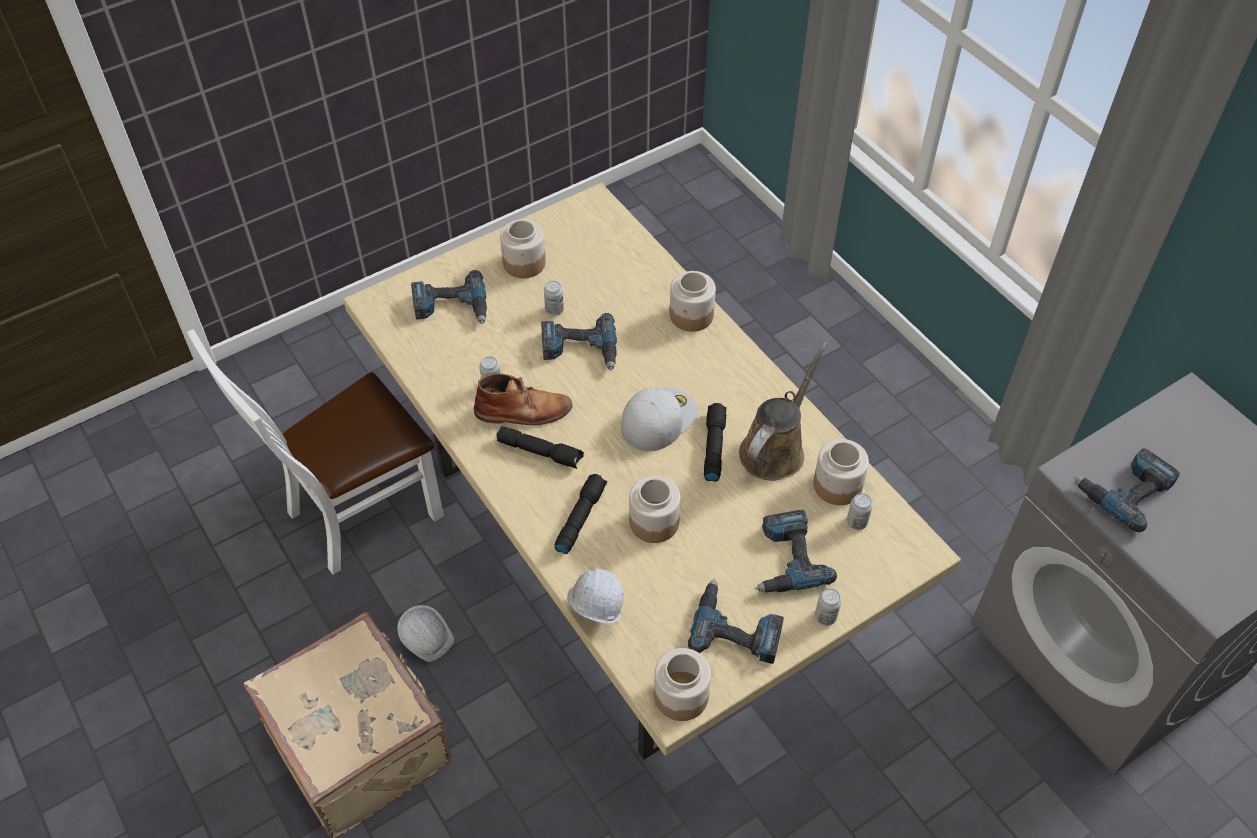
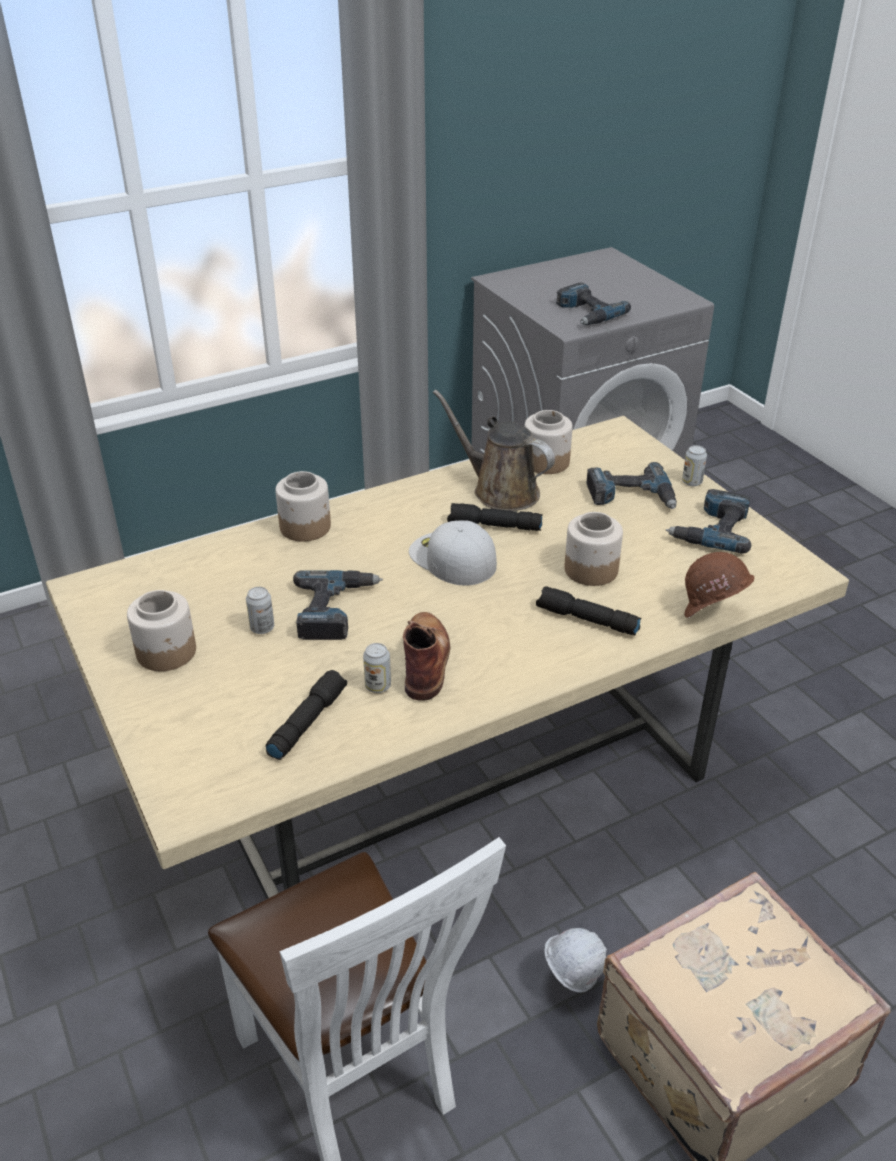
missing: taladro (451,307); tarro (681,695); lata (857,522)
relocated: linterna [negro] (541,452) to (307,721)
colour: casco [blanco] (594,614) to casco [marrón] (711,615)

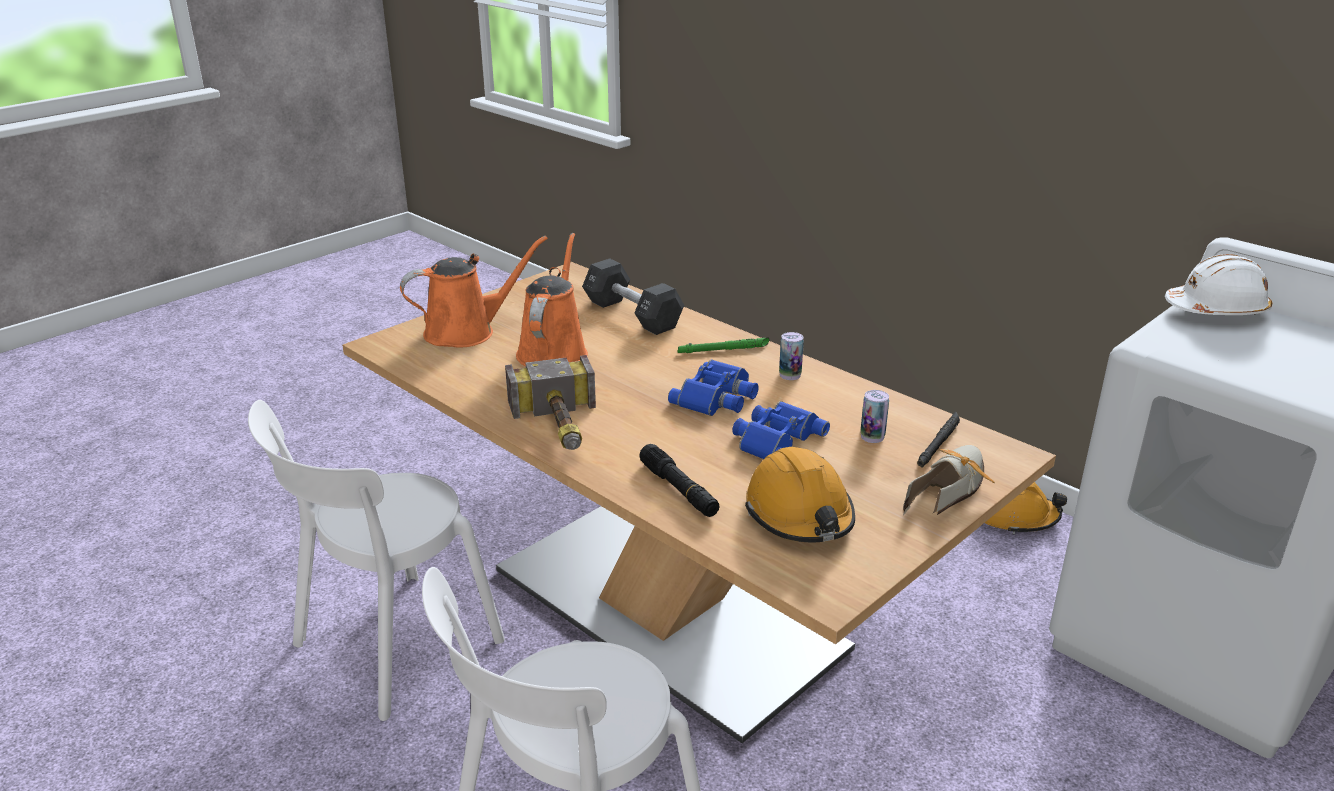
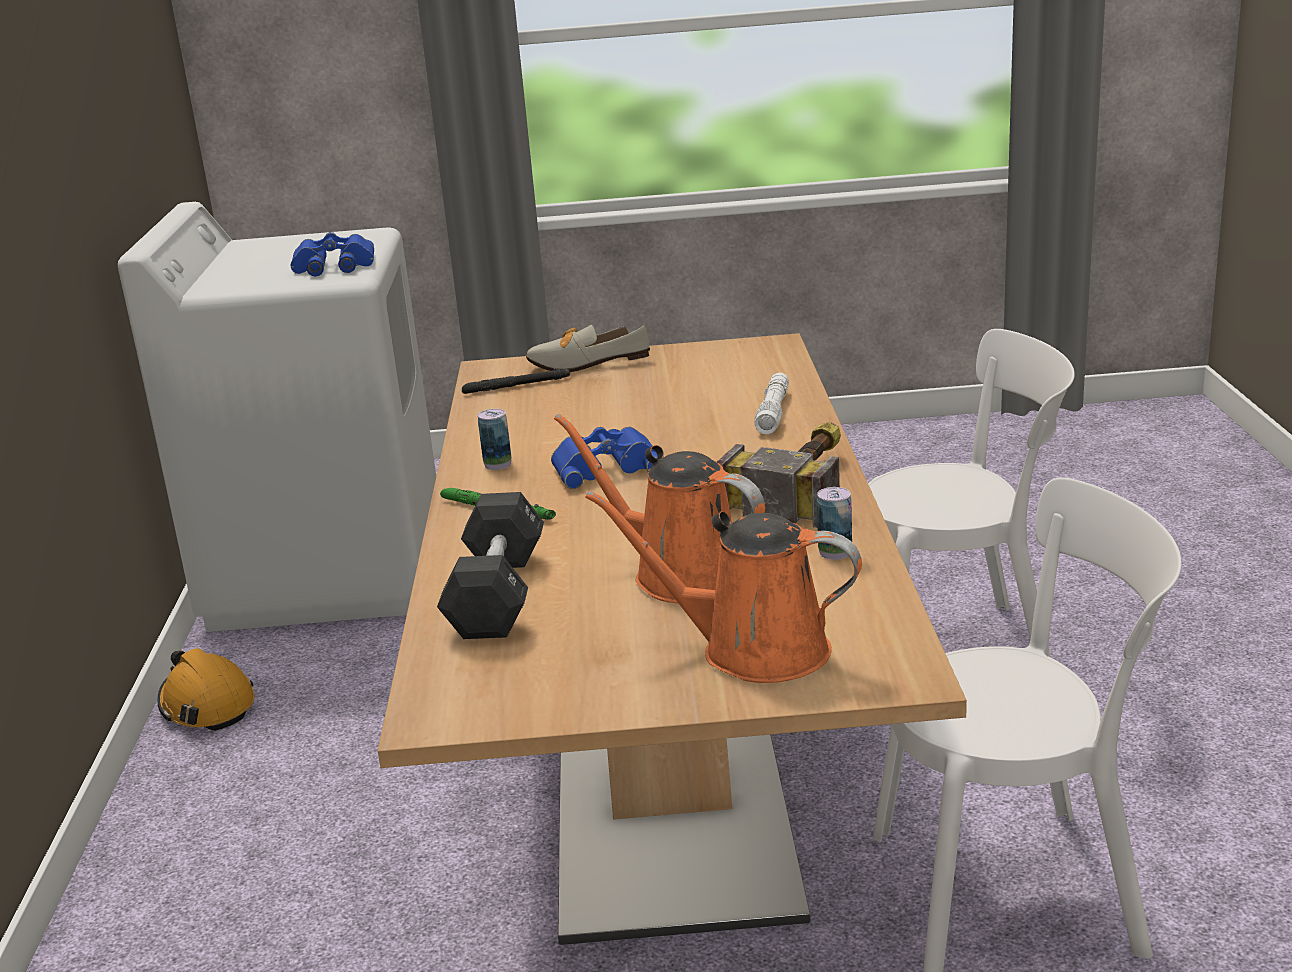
missing: casco [naranja] (799,514); casco [blanco] (1216,310)
relocated: prismáticos [azul] (775,439) to (333,266); lata (872,437) to (835,552)
colour: linterna [negro] (679,490) to linterna [blanco] (773,412)
spun: regadera [naranja] (554,351) = (680,574) 75 degrees clockwise

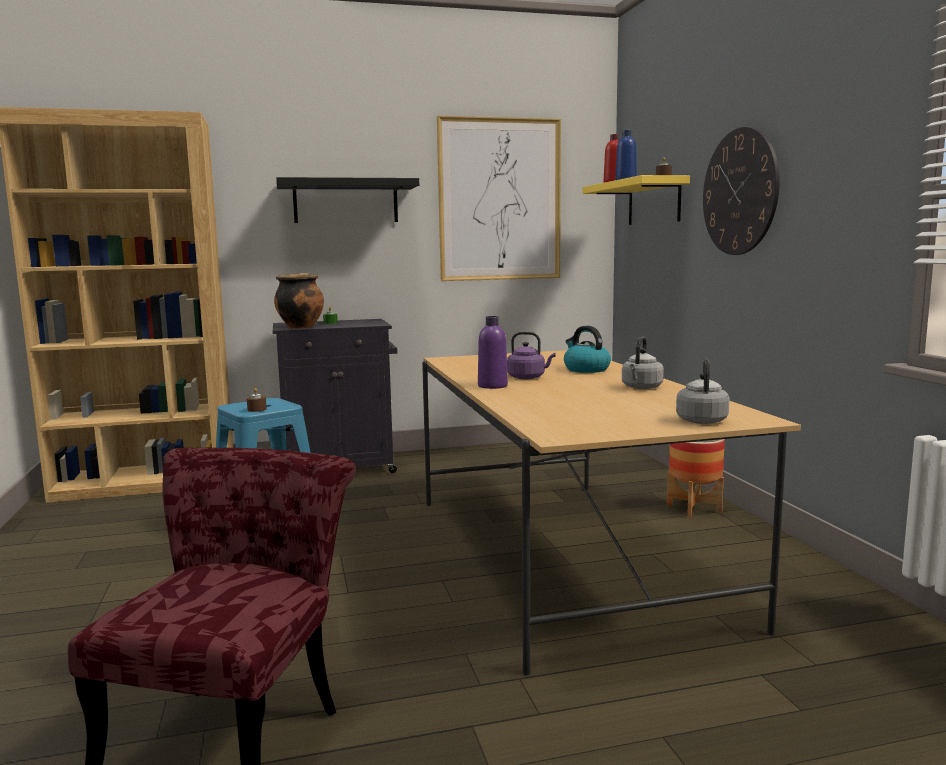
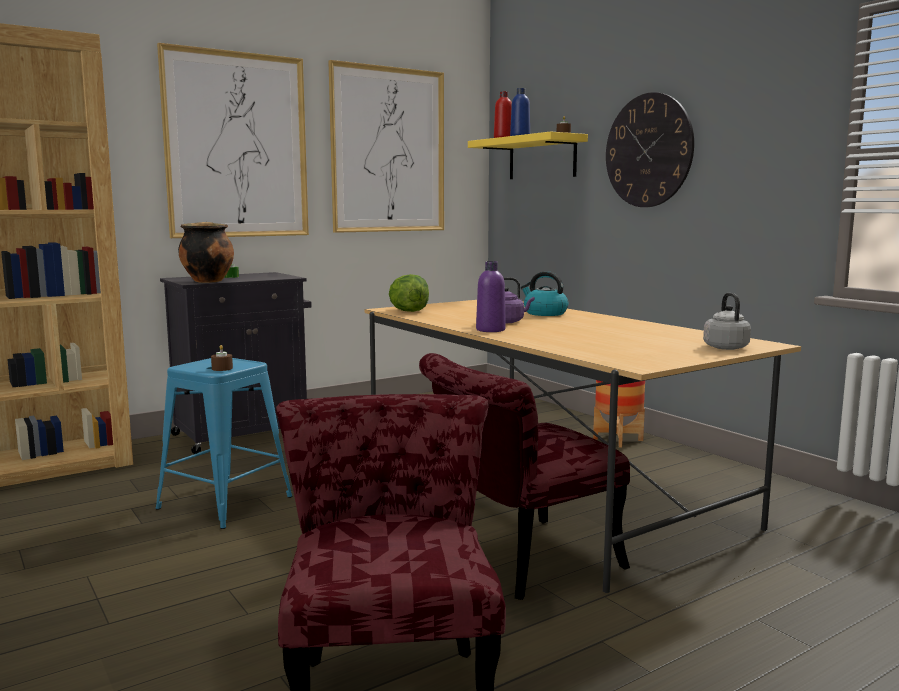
missing: hervidor [gris] (641,388)
appeared: lechuga (408,311); silla [rojo] (518,562)
exchanged: estante [negro] (346,202) to cuadro (237,146)

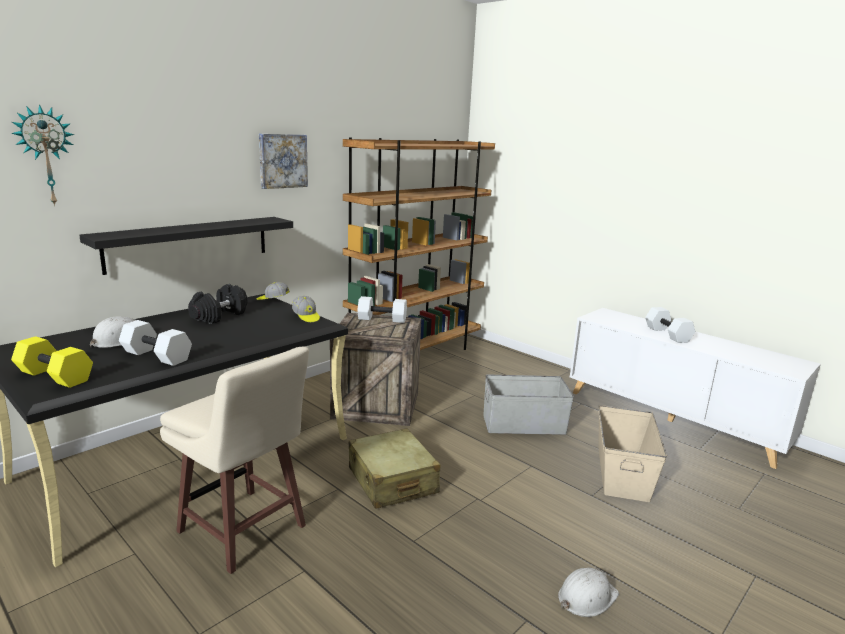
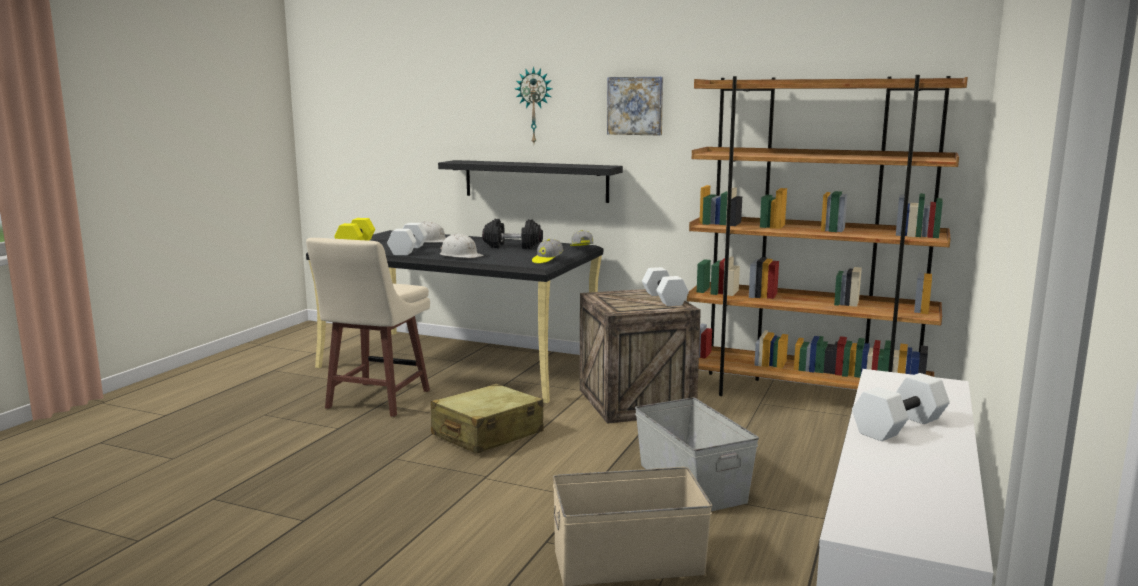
relocated: reloj de pared (45,156) to (535,106); casco [blanco] (586,597) to (461,255)

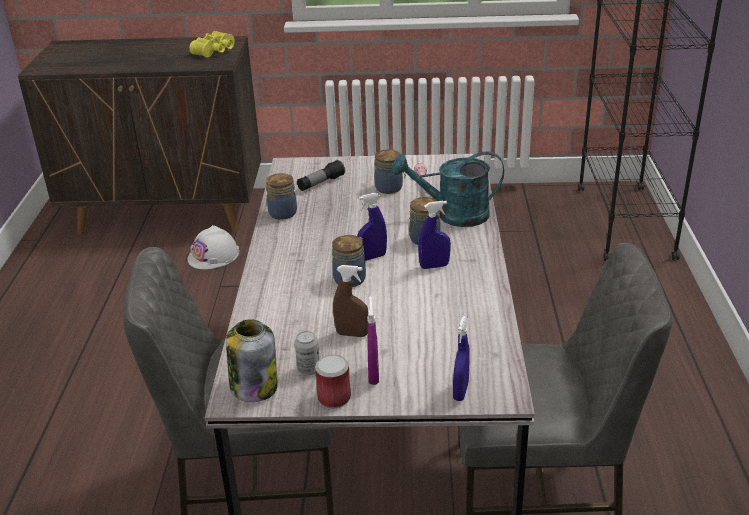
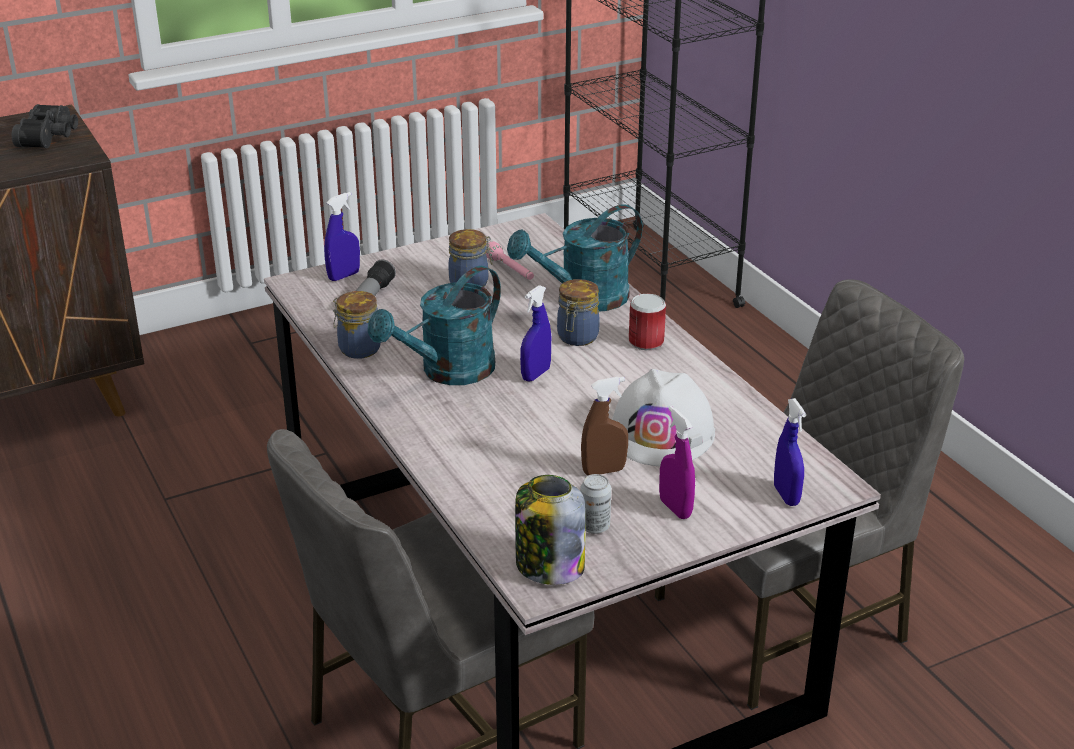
missing: tarro (351,279)
appeared: regadera [turquesa] (448,372)
relocated: casco [blanco] (214,255) to (662,433); lata (334,398) to (646,342); pulverizador [azul] (434,266) to (344,276)
colour: prismáticos [amarillo] (216,51) to prismáticos [negro] (51,137)

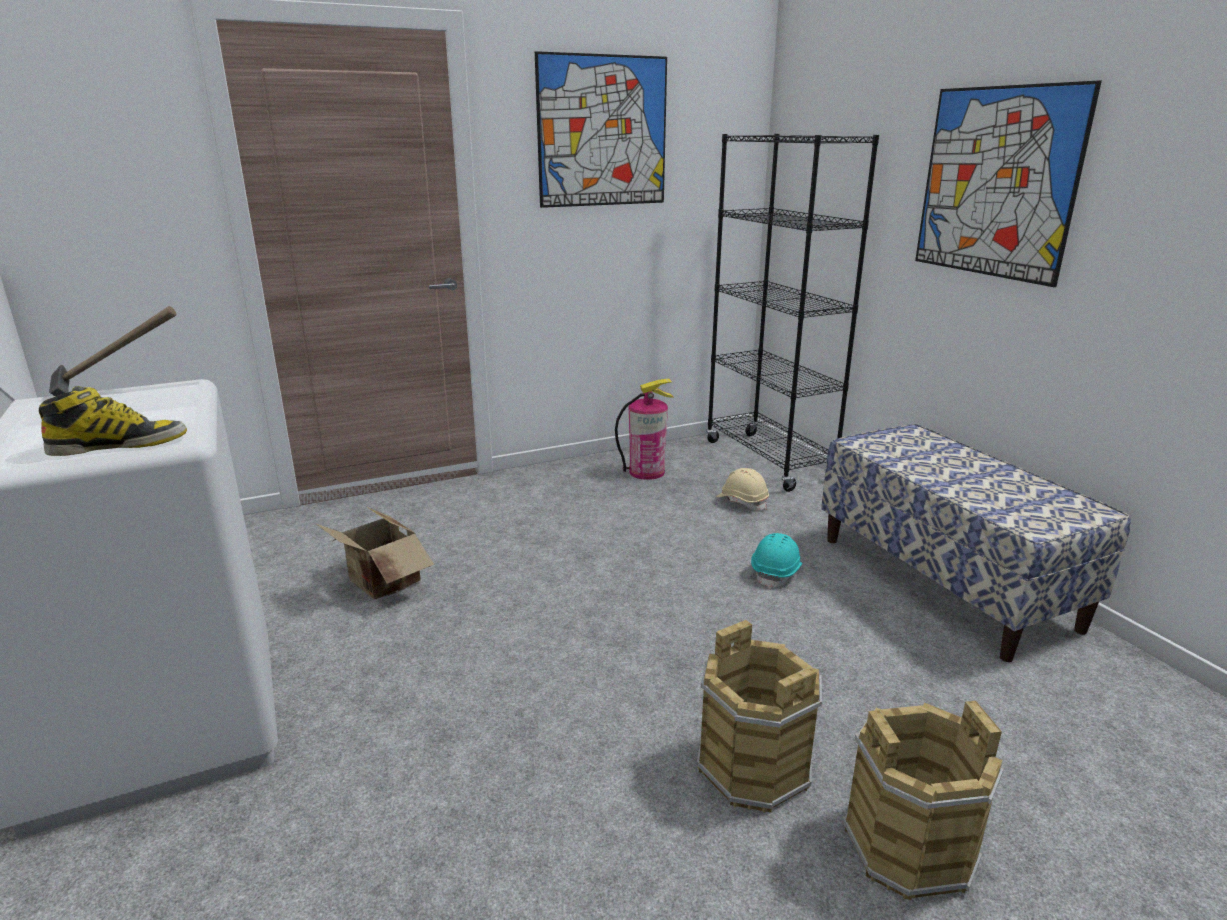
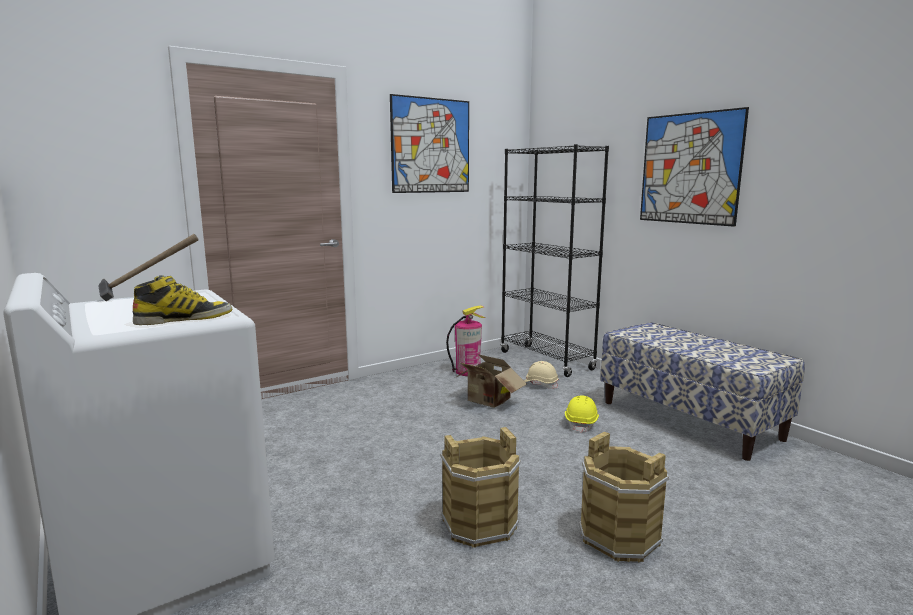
relocated: caja de cartón (381,585) to (488,402); cubo [marrón] (908,845) to (479,523)
colour: casco [turquesa] (776,572) to casco [amarillo] (581,423)

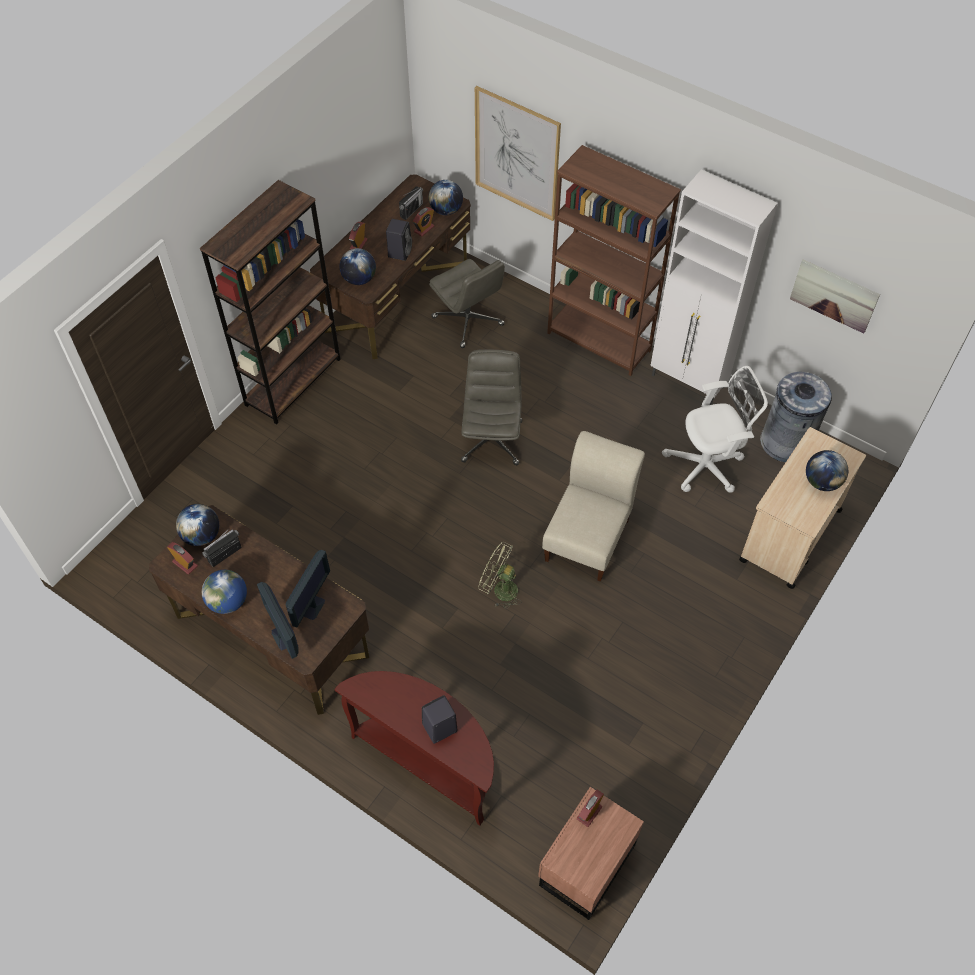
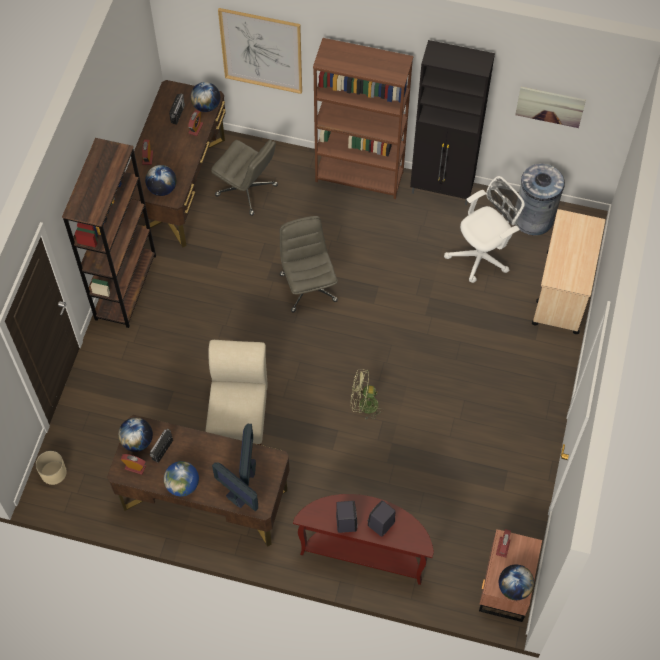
appeared: maceta [beis] (53,472)
relocated: altavoz [negro] (400,251) to (346,521); silla [beis] (588,536) to (239,415); globo terráqueo (822,482) to (514,587)
colour: armario [blanco] (688,382) to armario [negro] (442,190)

